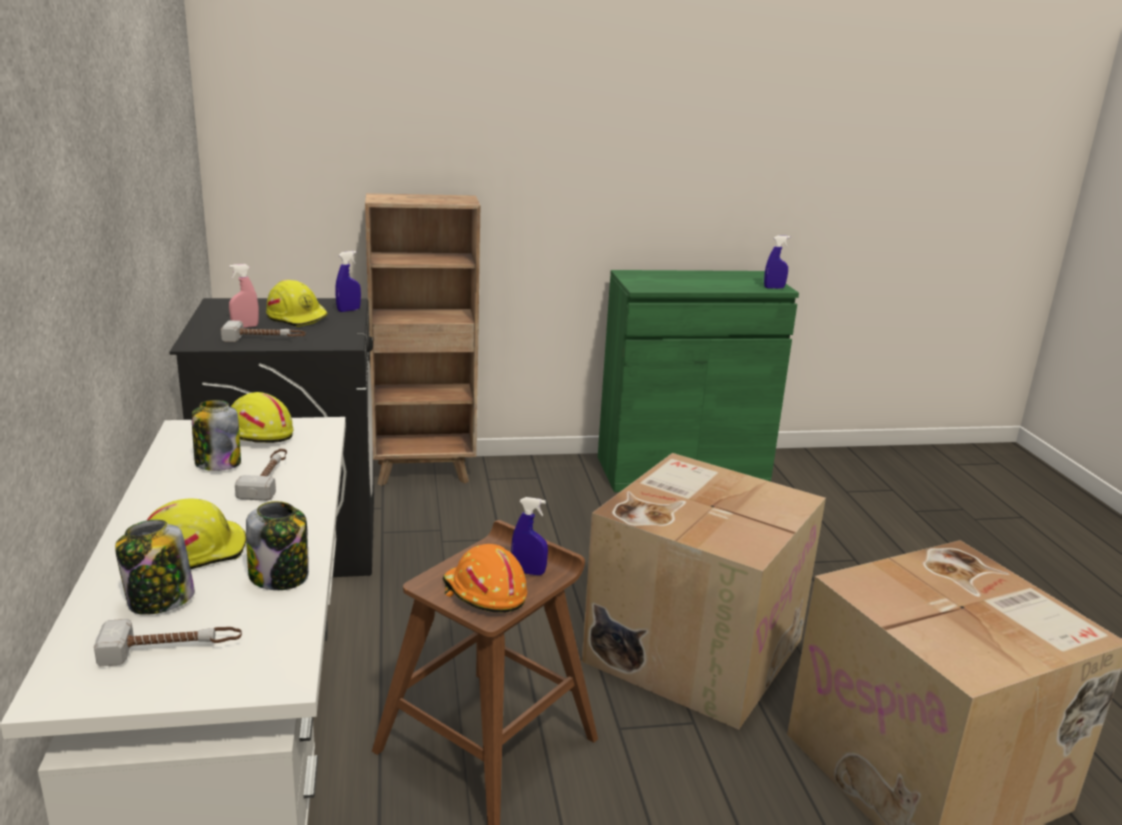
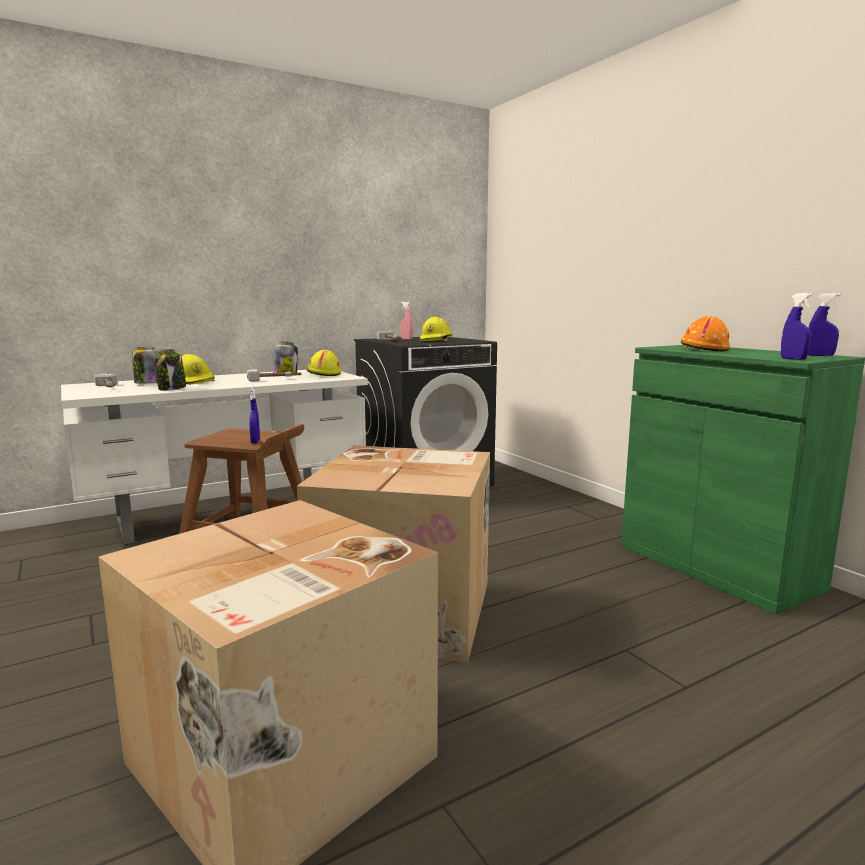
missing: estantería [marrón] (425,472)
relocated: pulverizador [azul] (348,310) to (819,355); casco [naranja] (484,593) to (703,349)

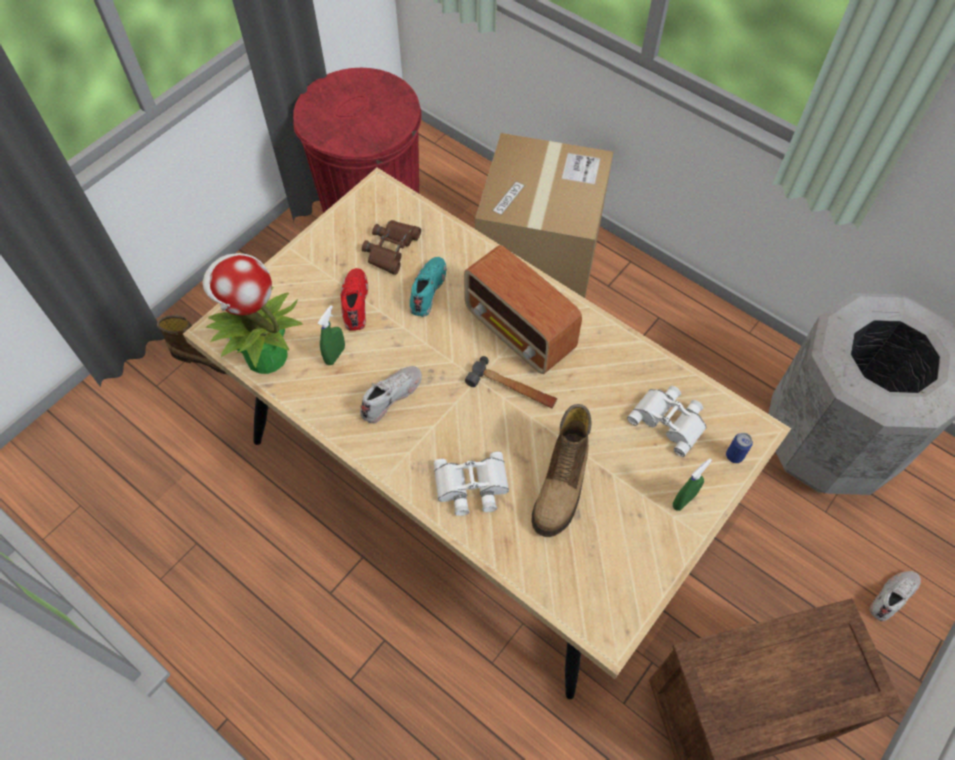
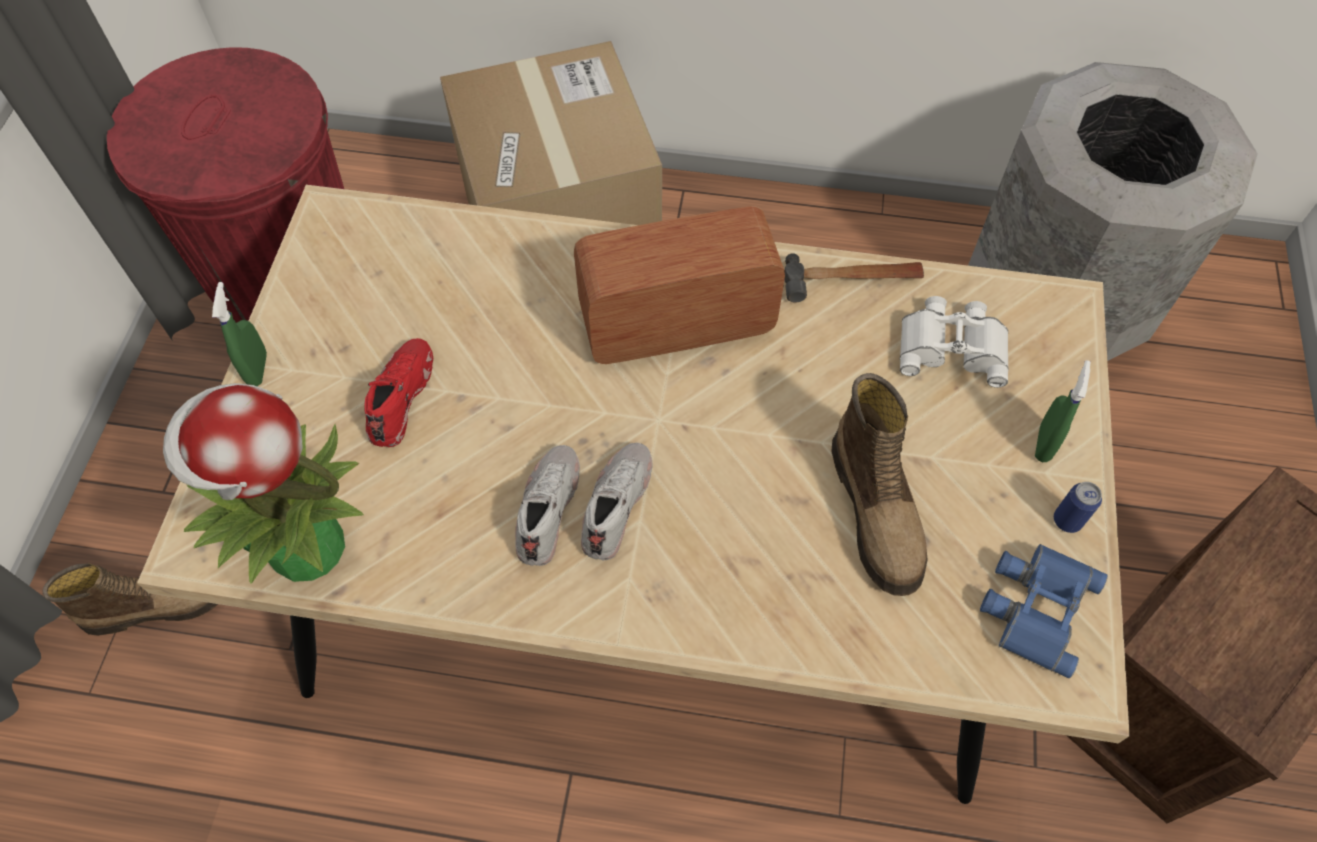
missing: prismáticos [marrón] (391,249); zapato [turquesa] (427,289); prismáticos [blanco] (471,487)
appeared: prismáticos [azul] (1035,606)
relocated: pulverizador [verde] (335,355) to (257,369); martillo (512,389) to (852,280); lata (734,456) to (1067,520); zapato [blanco] (892,596) to (616,504)
spun: zapato [rojo] (355,303) = (400,397) 45 degrees clockwise; radio (520,332) = (674,324) 150 degrees clockwise

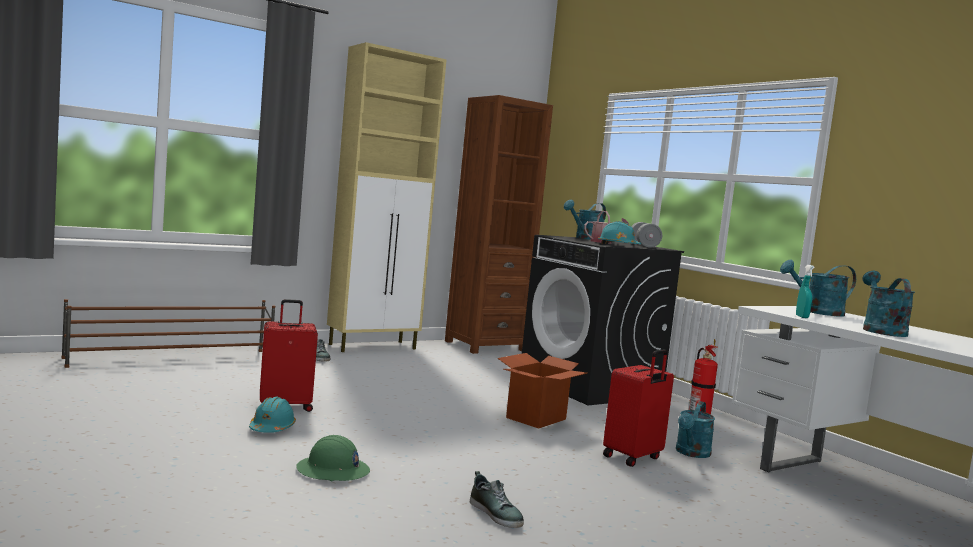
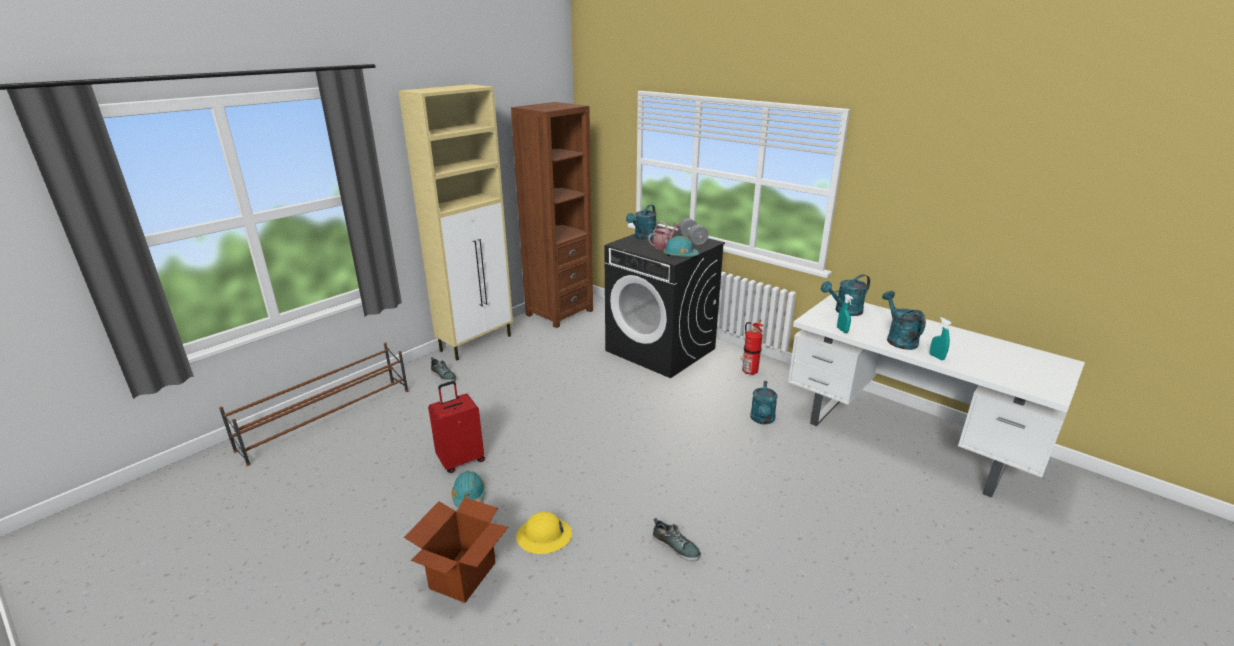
missing: maleta [rojo] (633,458)
appeared: pulverizador [turquesa] (936,357)
relocated: caja de cartón (536,418) to (463,576)
colour: casco [verde] (333,471) to casco [amarillo] (544,536)

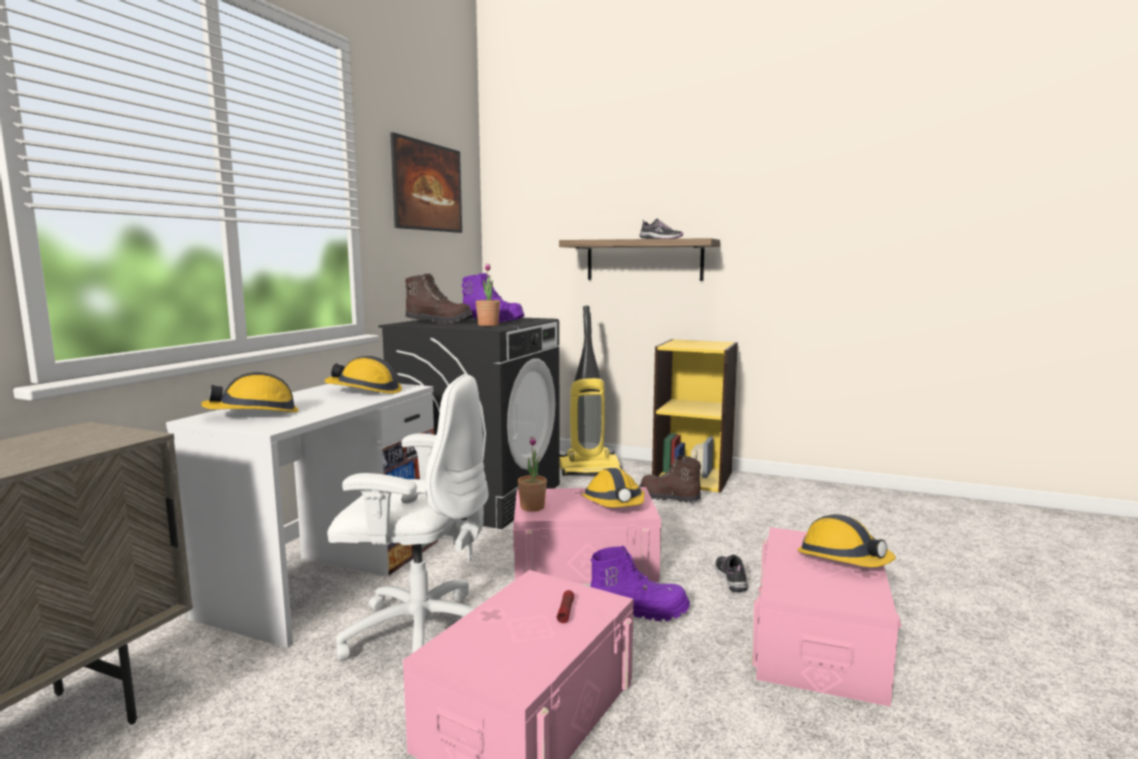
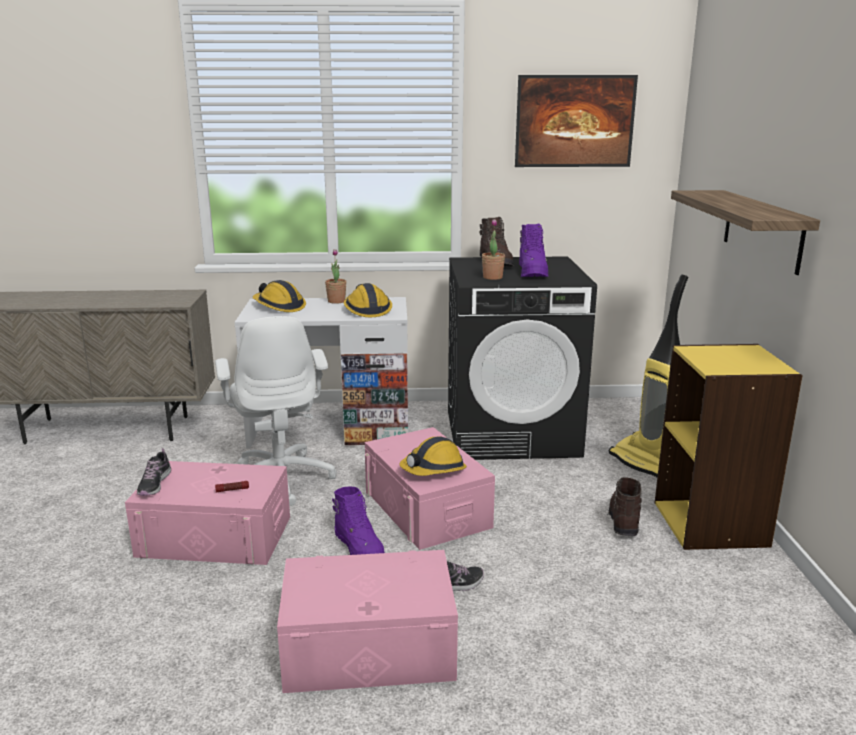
missing: casco (843,559)
relocated: planta en maceta (532,507) to (336,301); zapato (660,239) to (154,484)

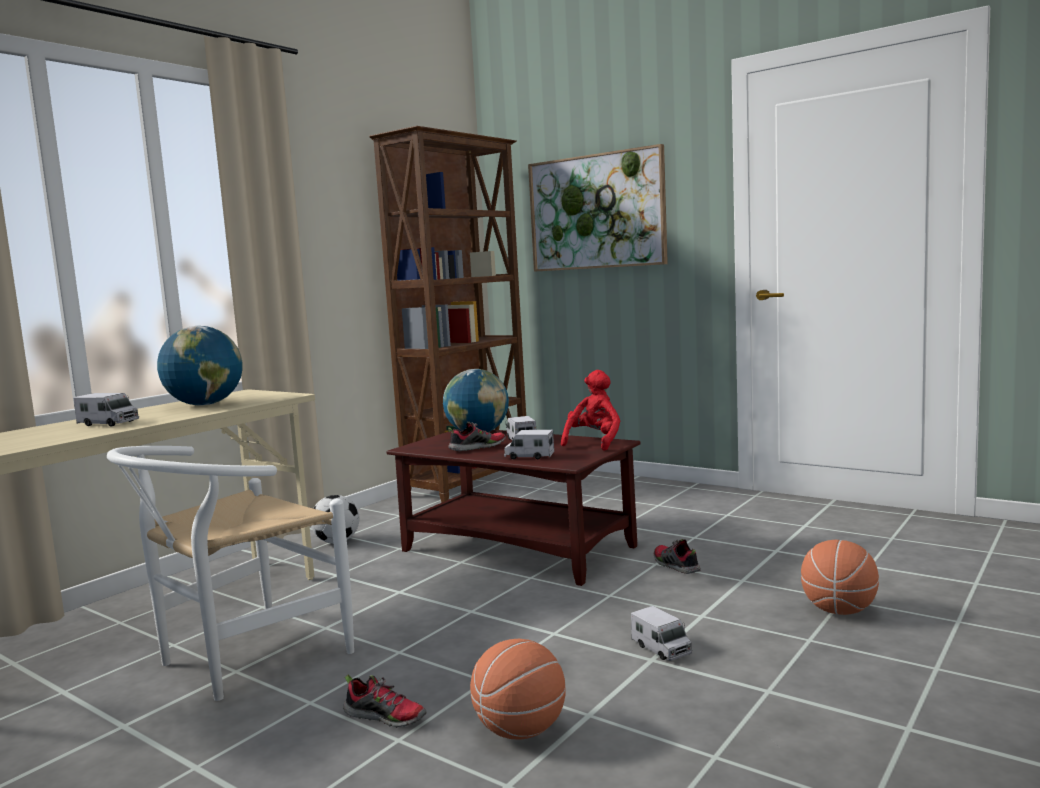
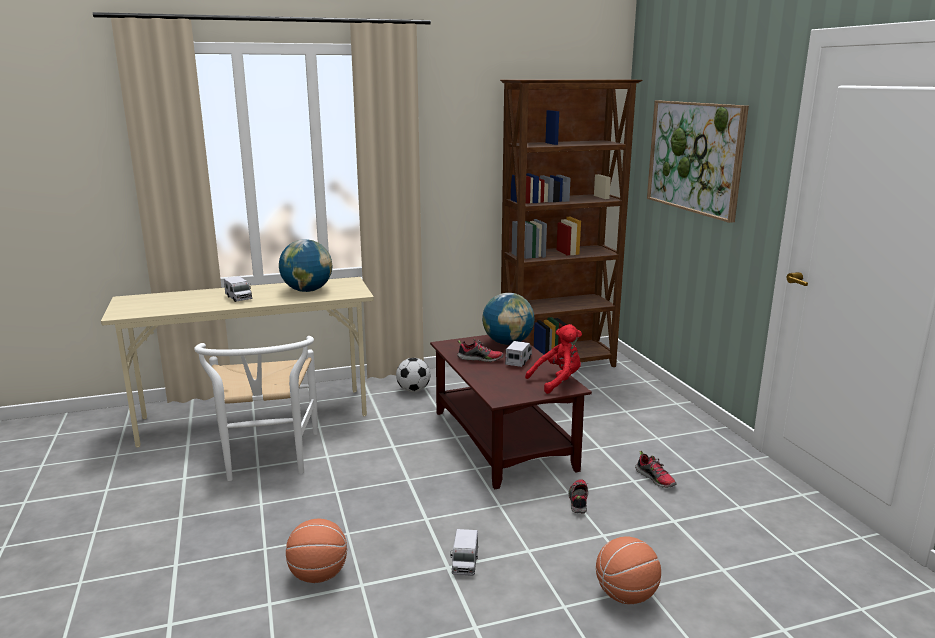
missing: camión de juguete (529,456)
relocated: zapato (386,717) to (655,479)
spun: silla [blanco] (240,660) = (267,460) 90 degrees counterclockwise

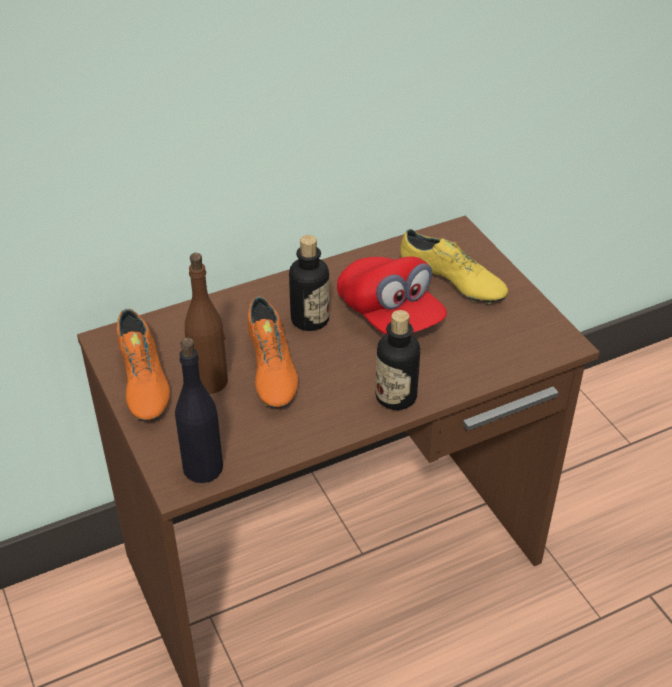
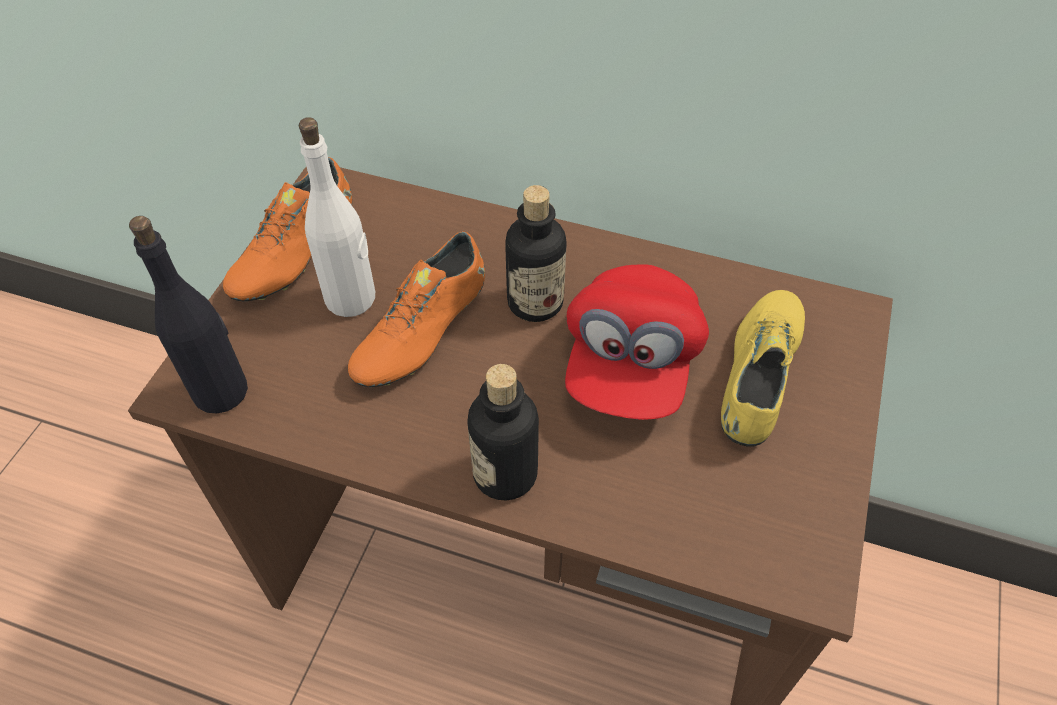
colour: botella [marrón] (210,381) to botella [blanco] (351,298)
spun: zapato [amarillo] (452,282) = (760,377) 150 degrees counterclockwise

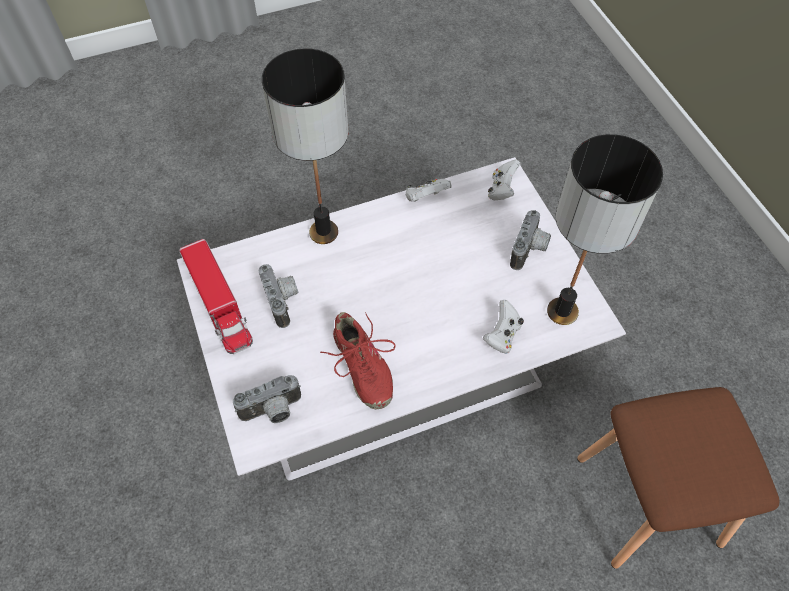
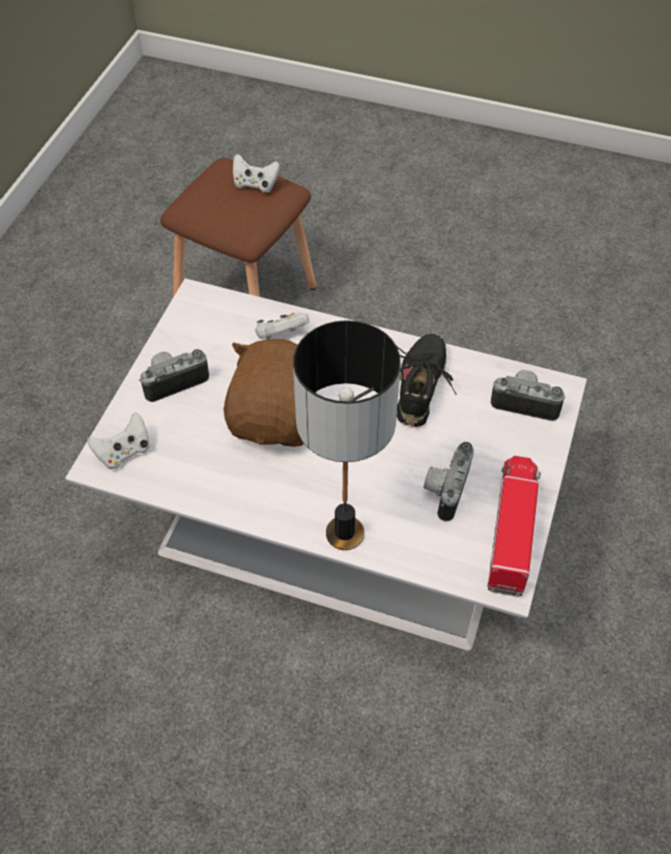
missing: lámpara de mesa (561,311)
appeared: peluche [marrón] (276,417)
relocated: mando de consola [blanco] (425,198) to (255,184)
colour: zapato [rojo] (362,368) to zapato [negro] (421,387)

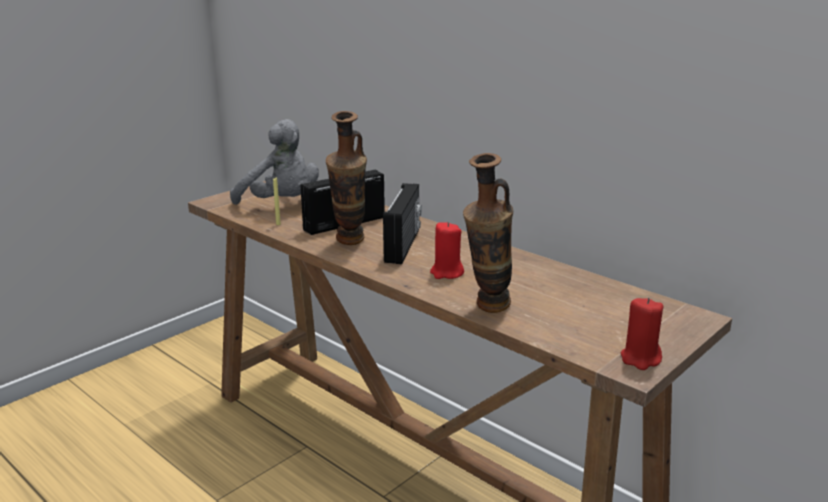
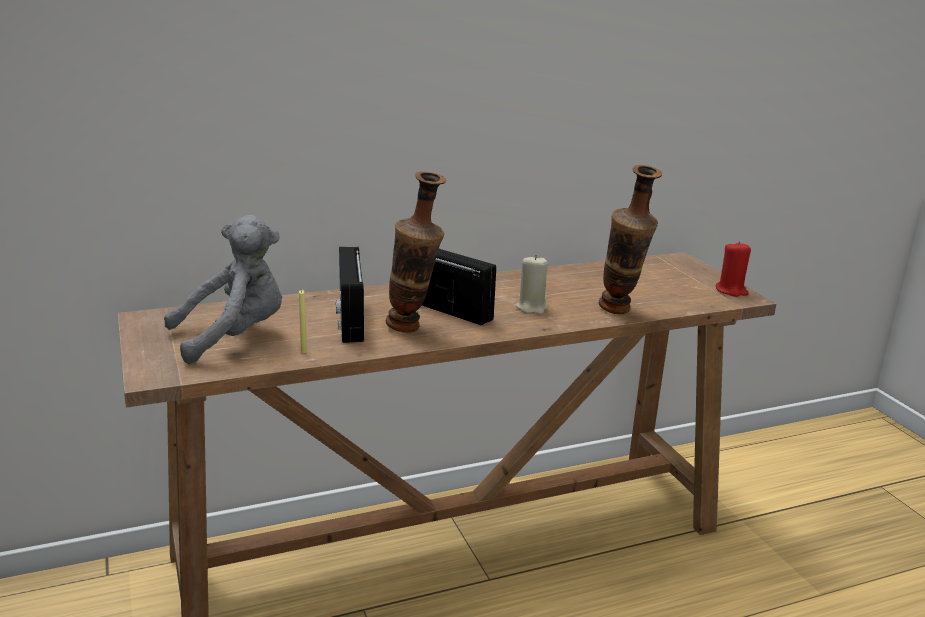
colour: vela [rojo] (446,273) to vela [beis] (532,308)

